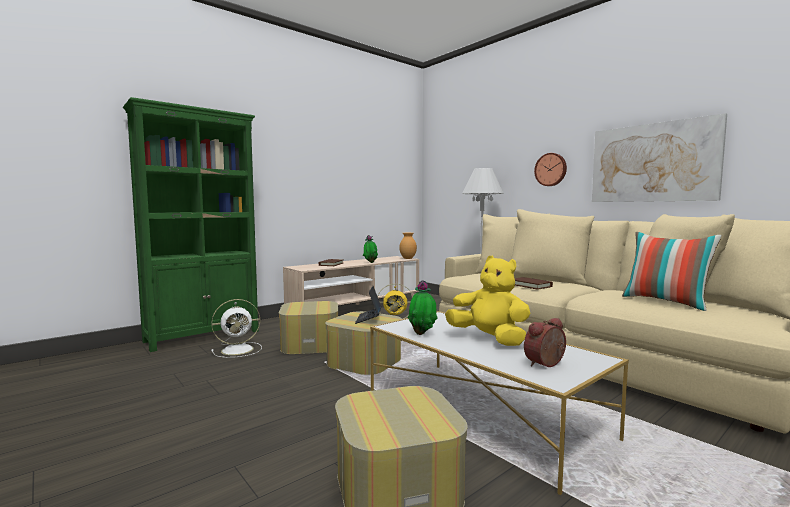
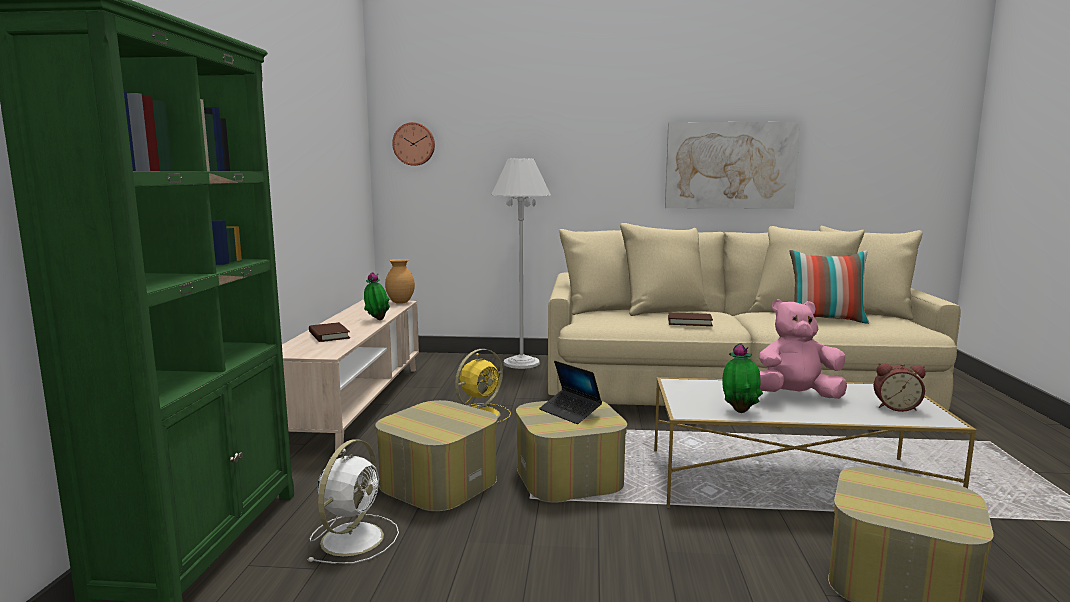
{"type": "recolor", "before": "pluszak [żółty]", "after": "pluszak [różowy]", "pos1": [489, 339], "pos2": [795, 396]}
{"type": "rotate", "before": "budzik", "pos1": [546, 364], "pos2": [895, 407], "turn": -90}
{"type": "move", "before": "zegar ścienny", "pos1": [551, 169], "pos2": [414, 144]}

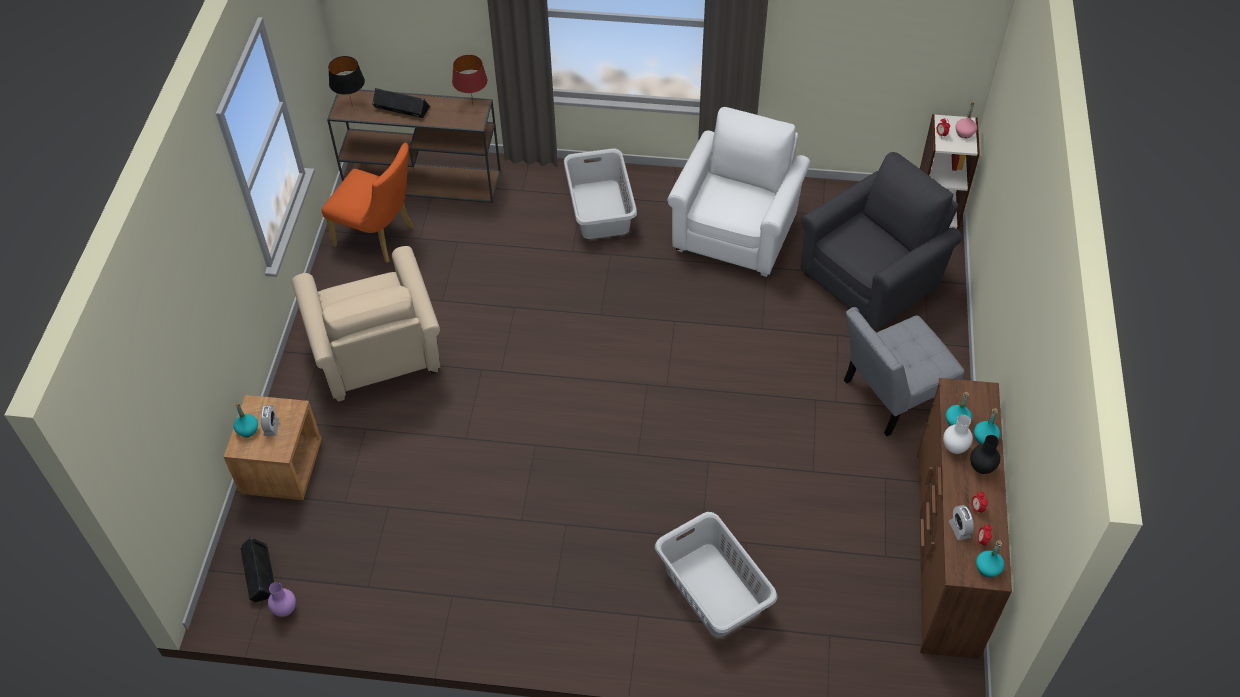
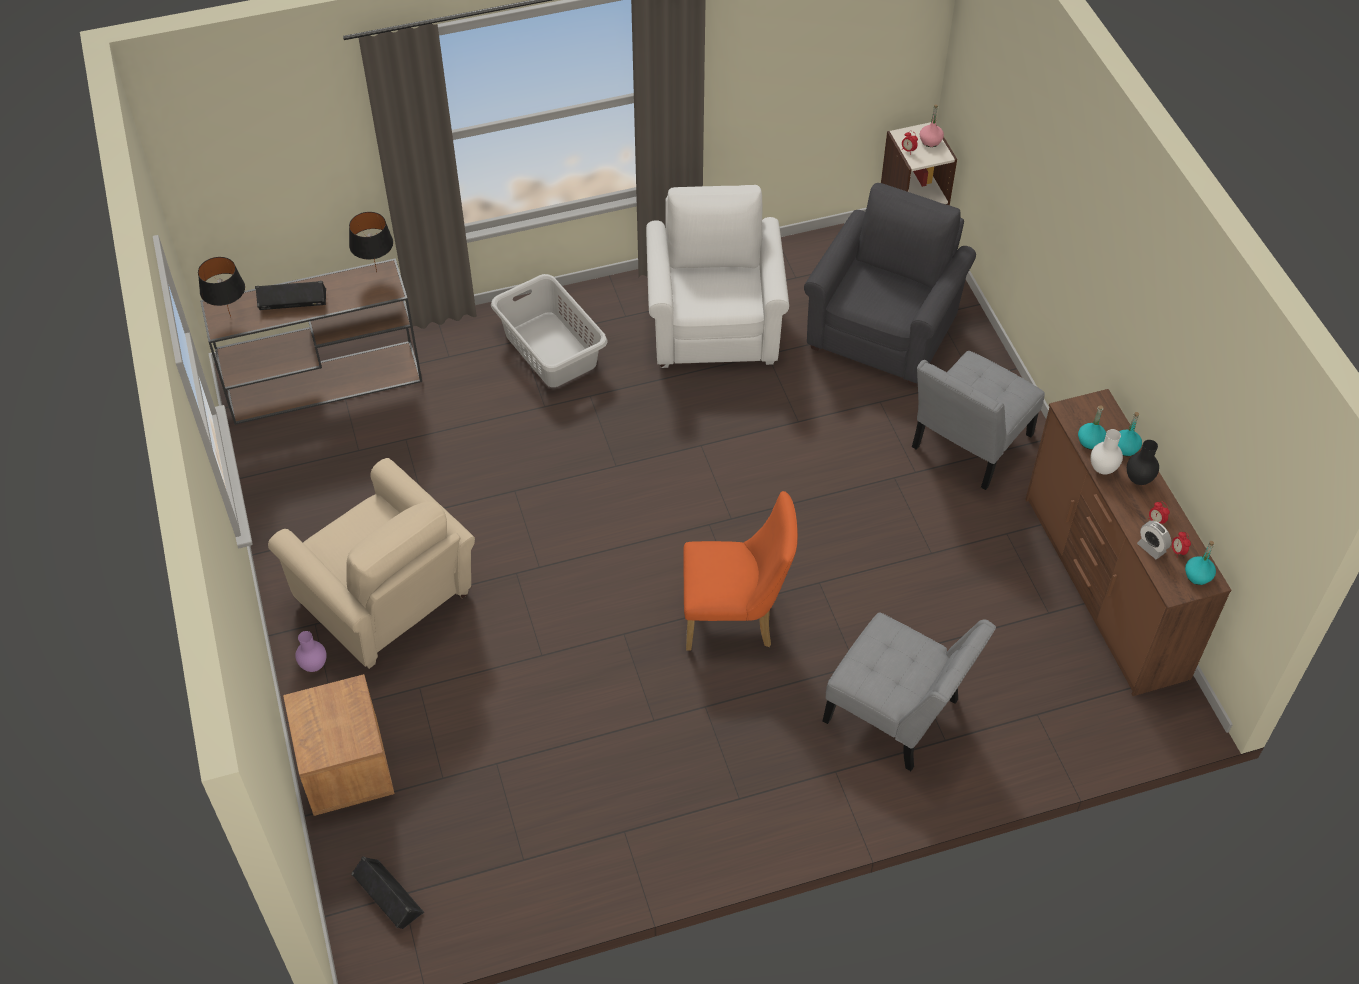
{"type": "delete", "before": "butelka [turkusowy]", "pos1": [248, 430]}
{"type": "delete", "before": "budzik", "pos1": [271, 427]}
{"type": "move", "before": "wazon [fioletowy]", "pos1": [284, 610], "pos2": [313, 666]}
{"type": "move", "before": "krzesło [pomarańczowy]", "pos1": [379, 238], "pos2": [736, 618]}
{"type": "recolor", "before": "lampa stołowa [czerwony]", "after": "lampa stołowa [czarny]", "pos1": [473, 105], "pos2": [376, 271]}
{"type": "replace", "before": "kosz na pranie [szary]", "after": "krzesło [szary]", "pos1": [713, 591], "pos2": [897, 715]}

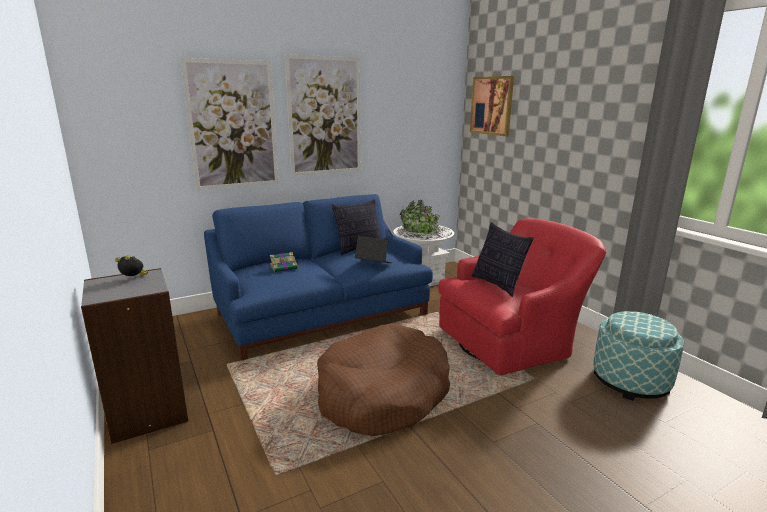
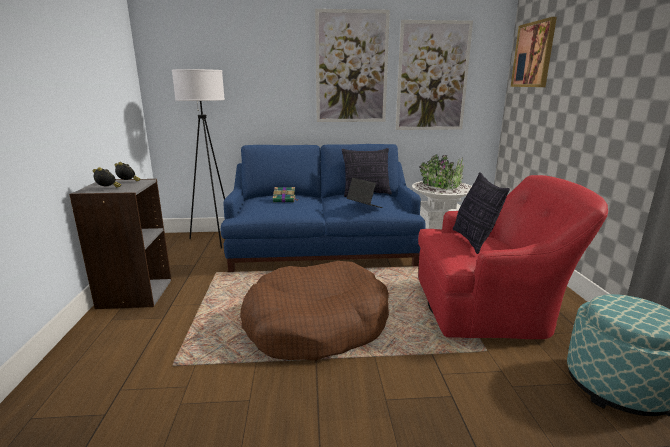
{"type": "move", "before": "obraz", "pos1": [233, 125], "pos2": [432, 77]}
{"type": "insert", "after": "budzik", "pos2": [108, 189]}
{"type": "insert", "after": "lampa stojąca [biały]", "pos2": [214, 239]}

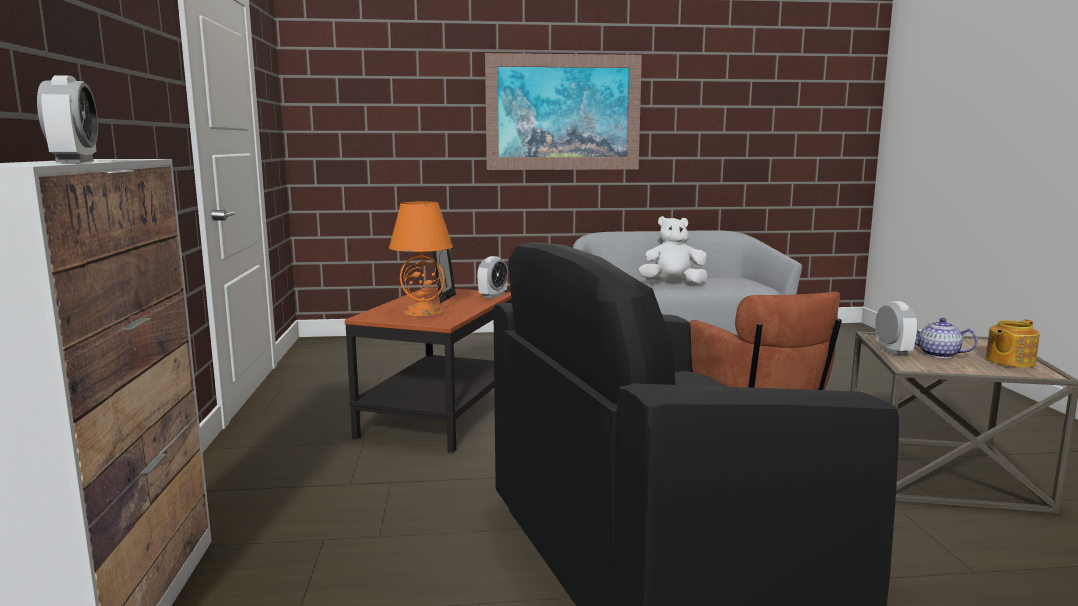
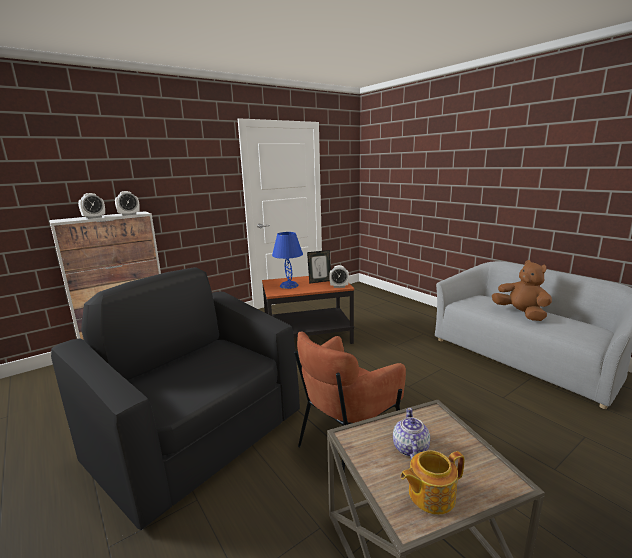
{"type": "recolor", "before": "lampa stołowa [pomarańczowy]", "after": "lampa stołowa [niebieski]", "pos1": [423, 311], "pos2": [289, 285]}
{"type": "delete", "before": "obraz", "pos1": [563, 112]}
{"type": "recolor", "before": "pluszak [biały]", "after": "pluszak [brązowy]", "pos1": [673, 284], "pos2": [521, 314]}
{"type": "move", "before": "budzik", "pos1": [893, 351], "pos2": [129, 214]}
{"type": "rotate", "before": "imbryk", "pos1": [1008, 361], "pos2": [430, 494], "turn": -45}

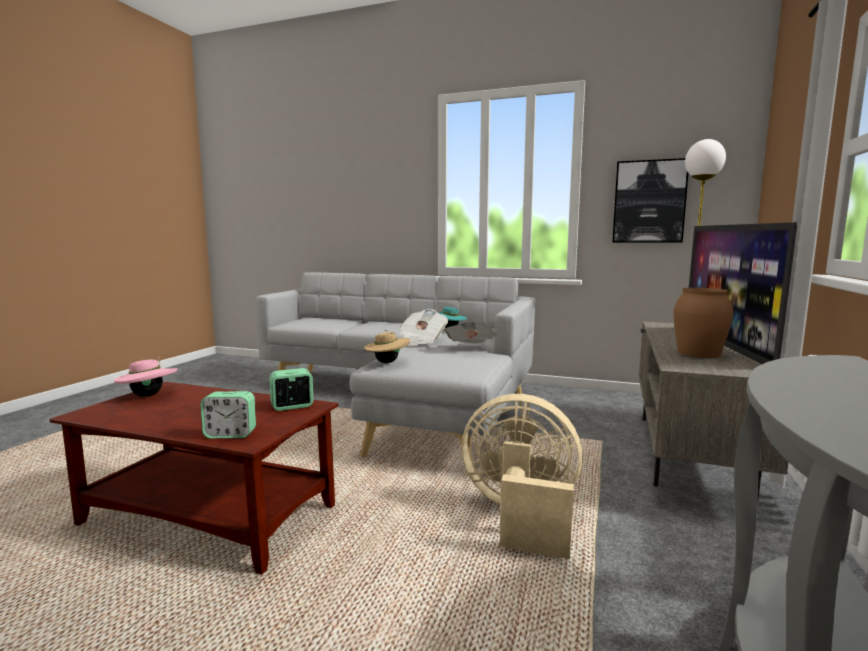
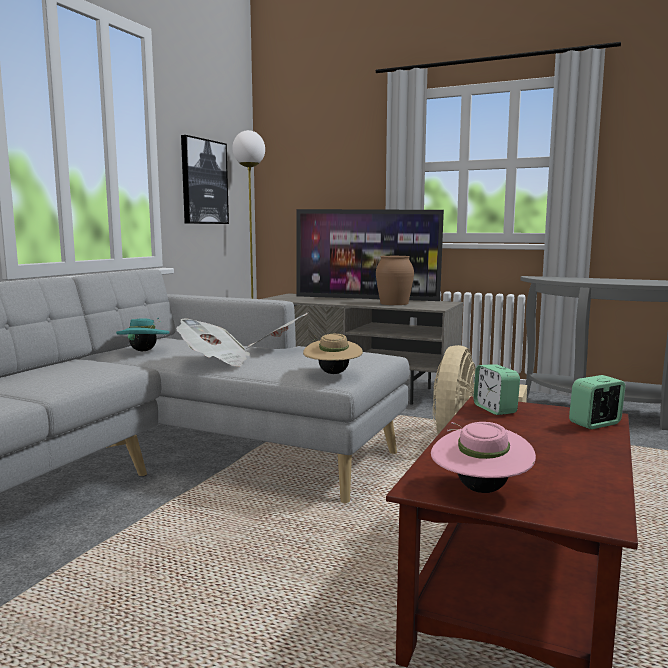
{"type": "rotate", "before": "budzik", "pos1": [230, 434], "pos2": [595, 424], "turn": -120}

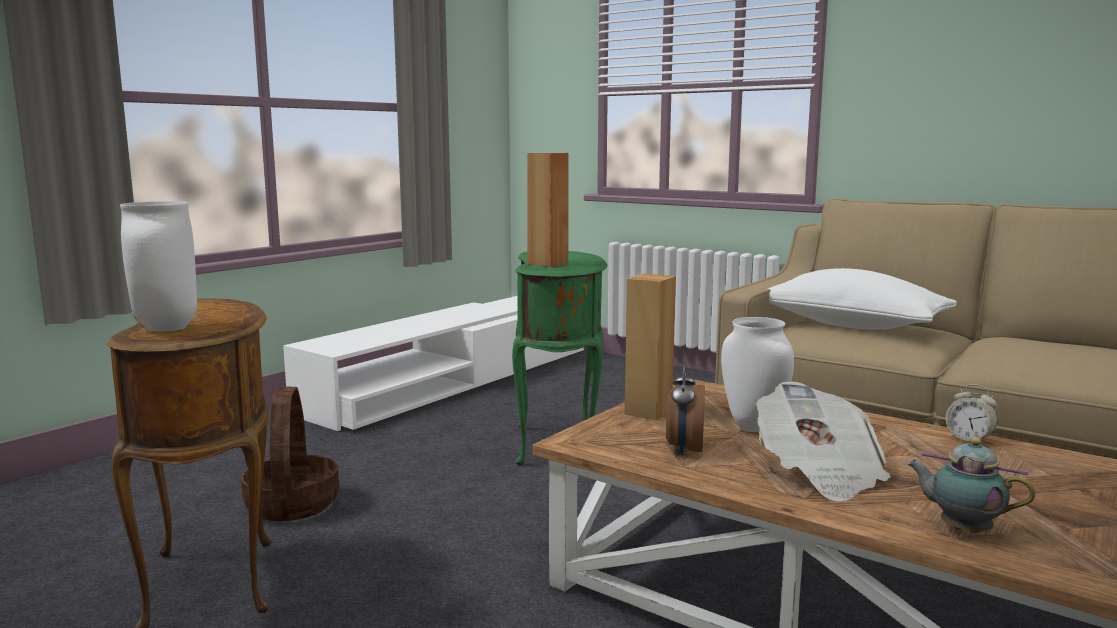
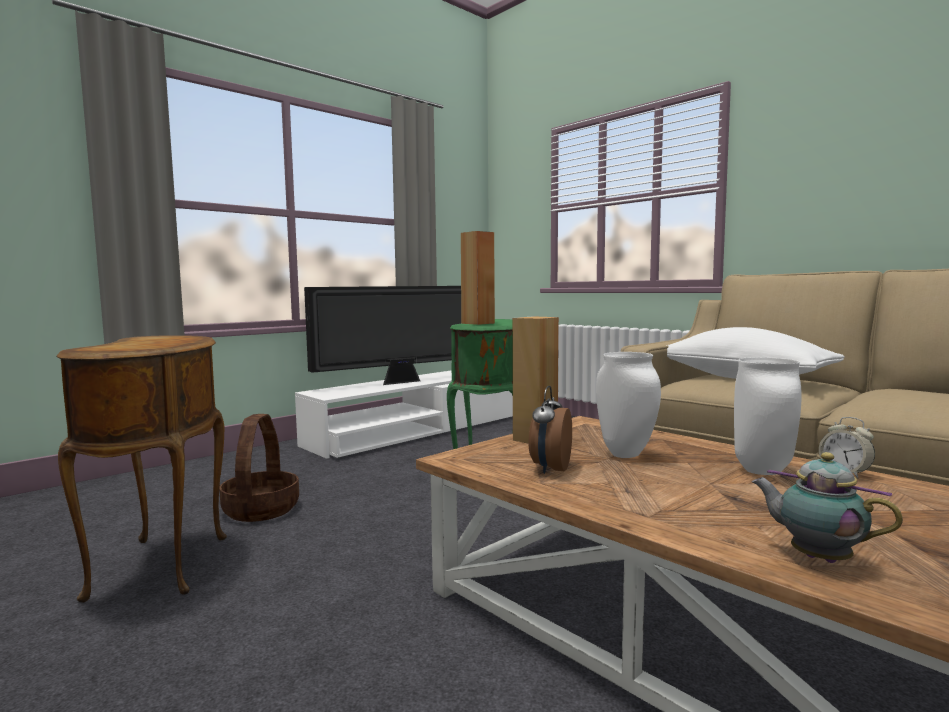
{"type": "move", "before": "wazon [biały]", "pos1": [165, 328], "pos2": [760, 471]}
{"type": "delete", "before": "gazeta", "pos1": [819, 473]}
{"type": "insert", "after": "telewizor", "pos2": [402, 382]}

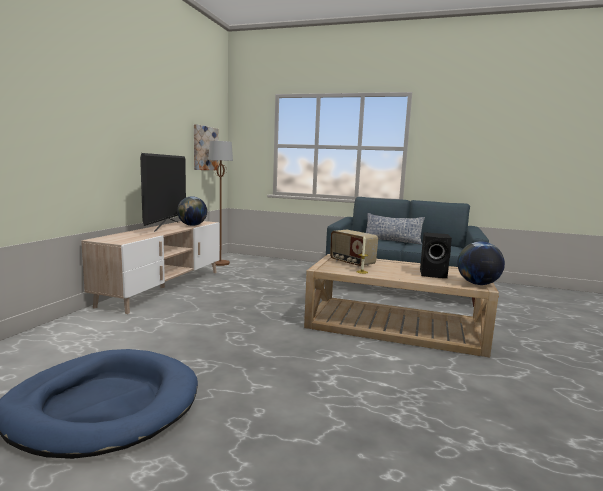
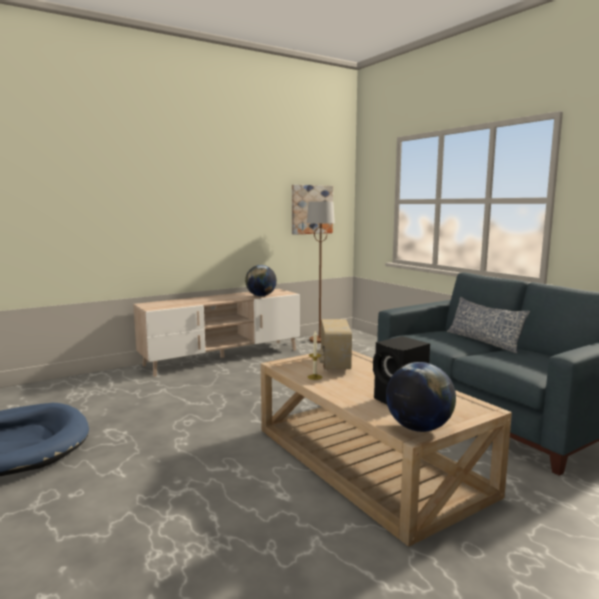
{"type": "delete", "before": "telewizor", "pos1": [166, 226]}

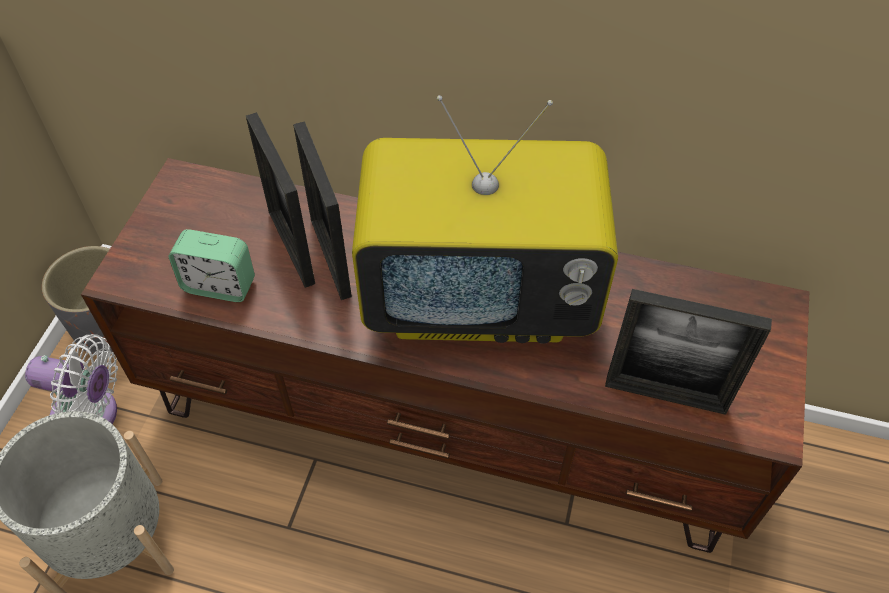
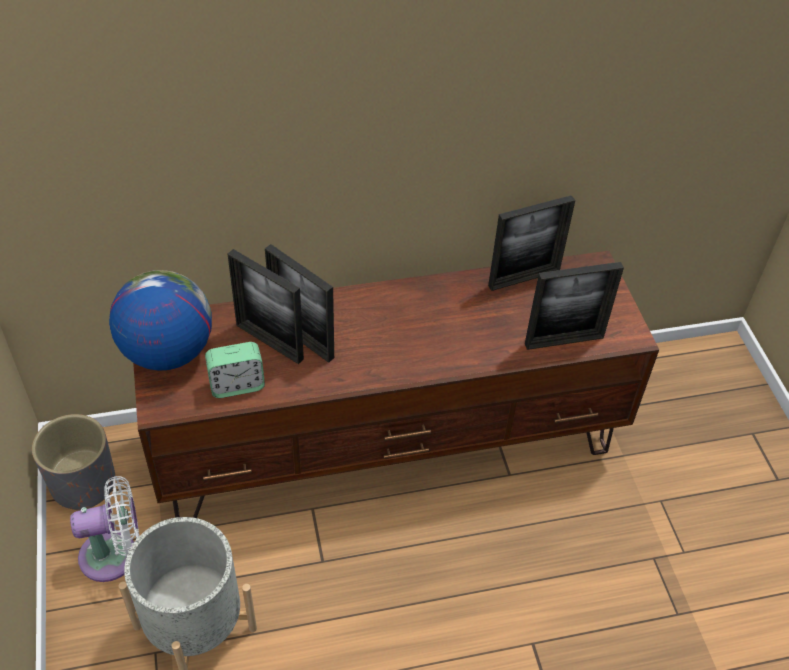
{"type": "delete", "before": "telewizor", "pos1": [481, 297]}
{"type": "insert", "after": "globus", "pos2": [167, 352]}
{"type": "insert", "after": "ramka na zdjęcie", "pos2": [524, 278]}

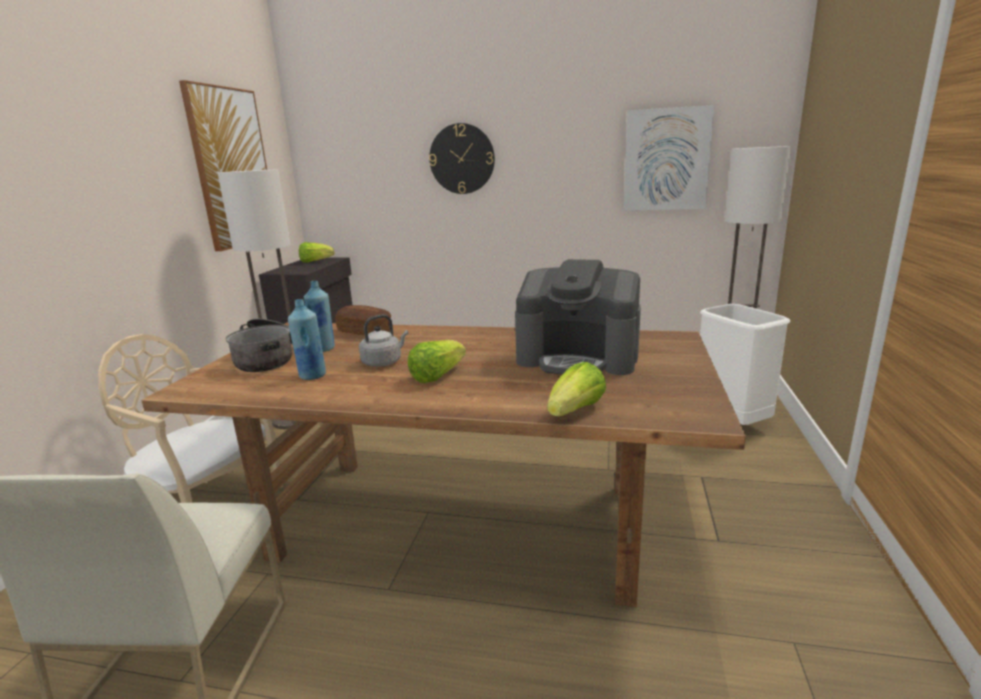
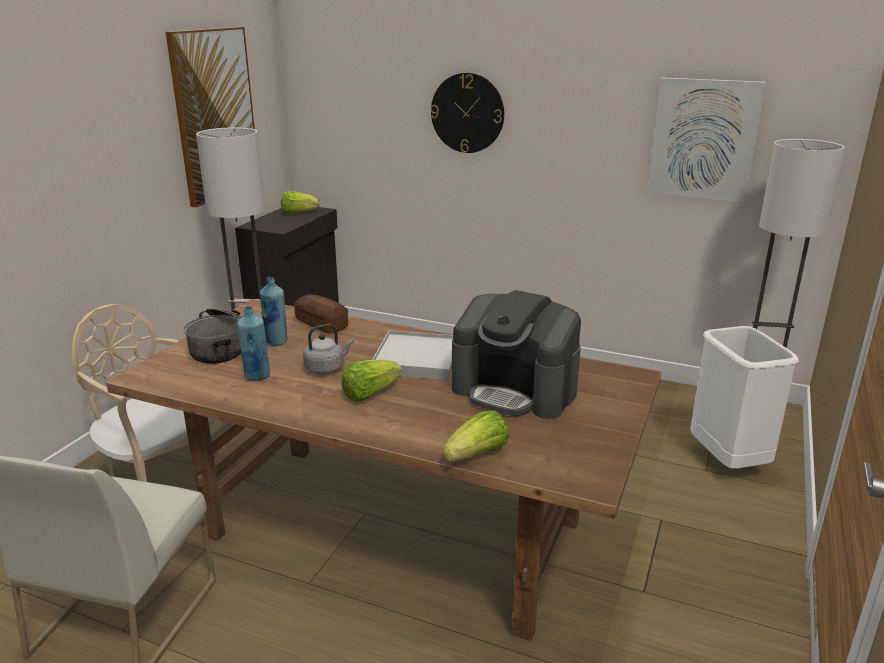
{"type": "insert", "after": "taca [biały]", "pos2": [417, 359]}

